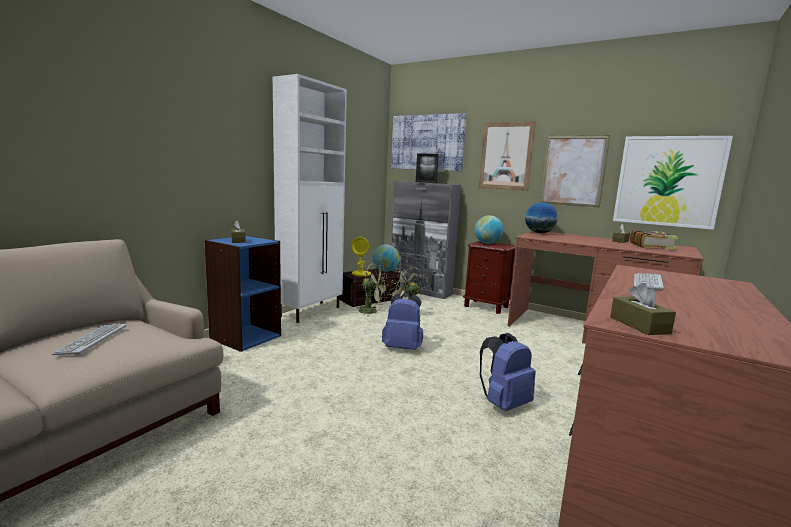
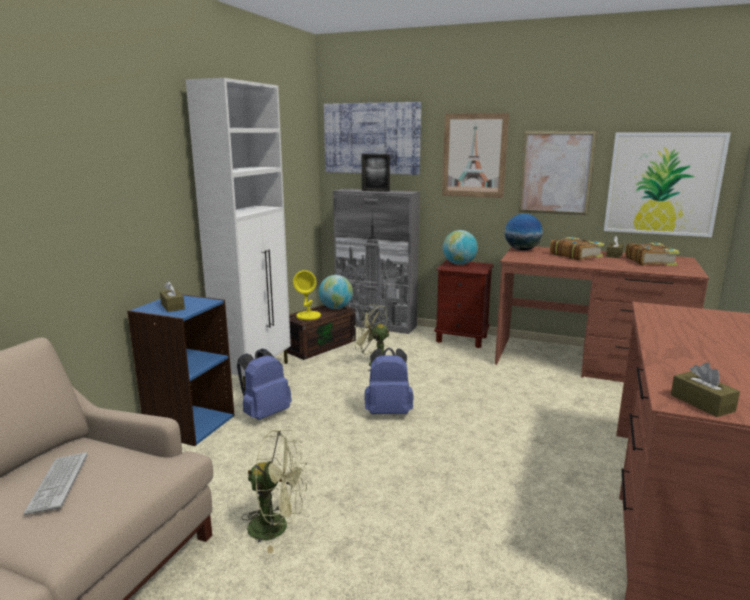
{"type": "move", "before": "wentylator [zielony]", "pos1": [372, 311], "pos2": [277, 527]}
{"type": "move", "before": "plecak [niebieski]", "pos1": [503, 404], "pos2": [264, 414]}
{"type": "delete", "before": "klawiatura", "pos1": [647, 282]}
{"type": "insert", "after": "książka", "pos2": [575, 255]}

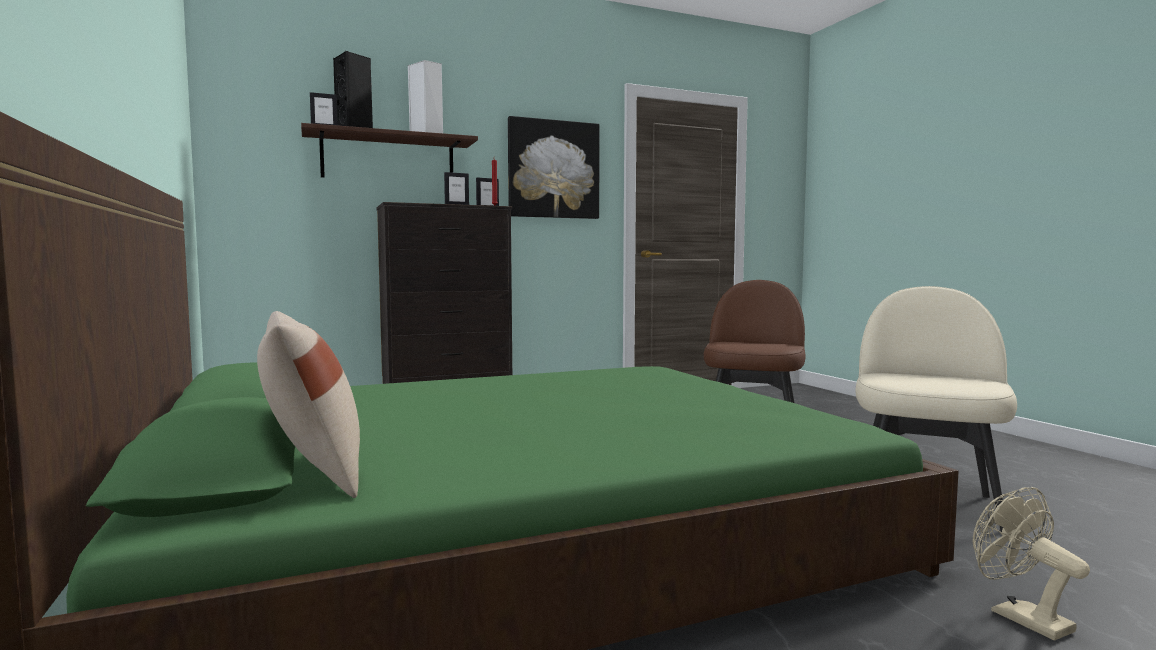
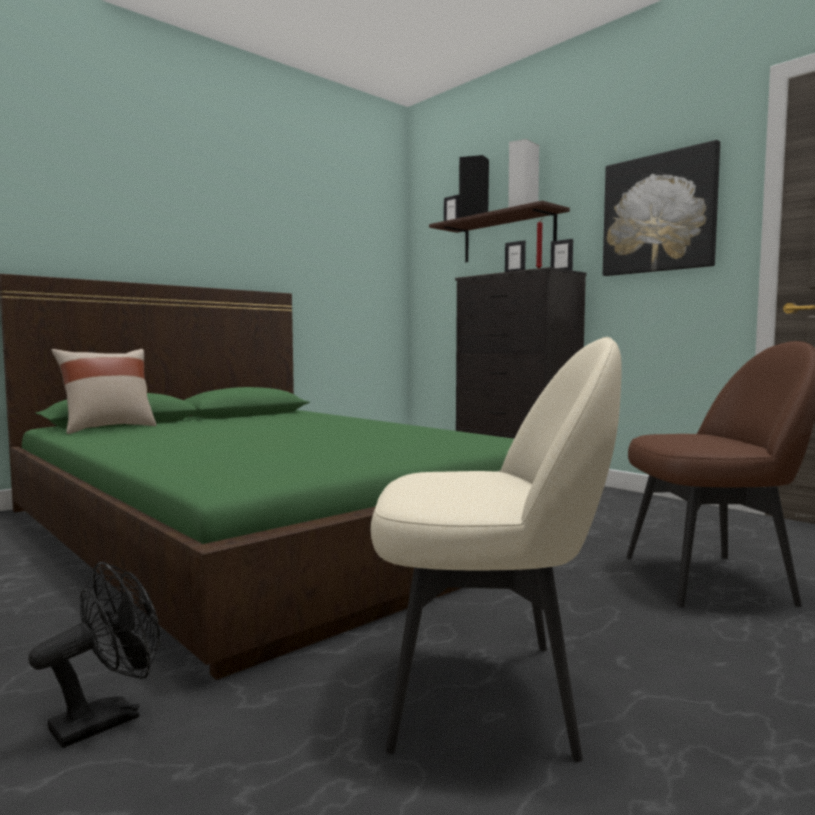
{"type": "recolor", "before": "wentylator [beżowy]", "after": "wentylator [czarny]", "pos1": [1020, 617], "pos2": [108, 718]}

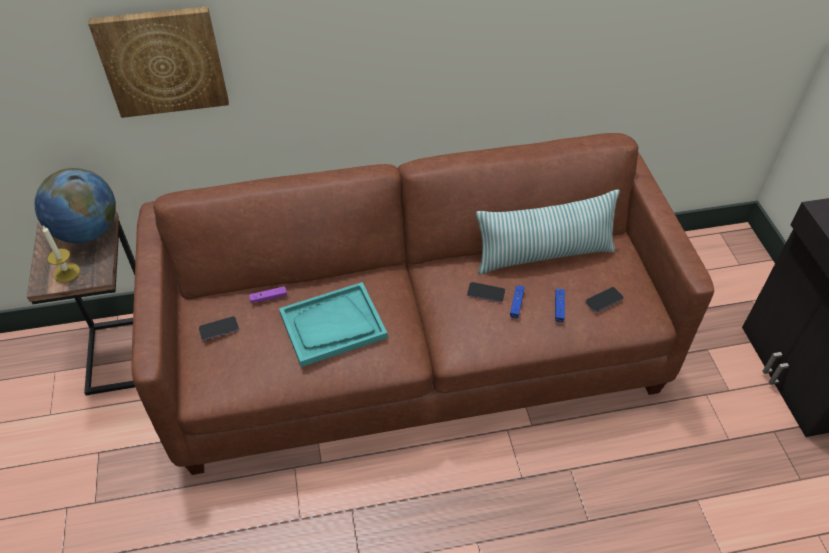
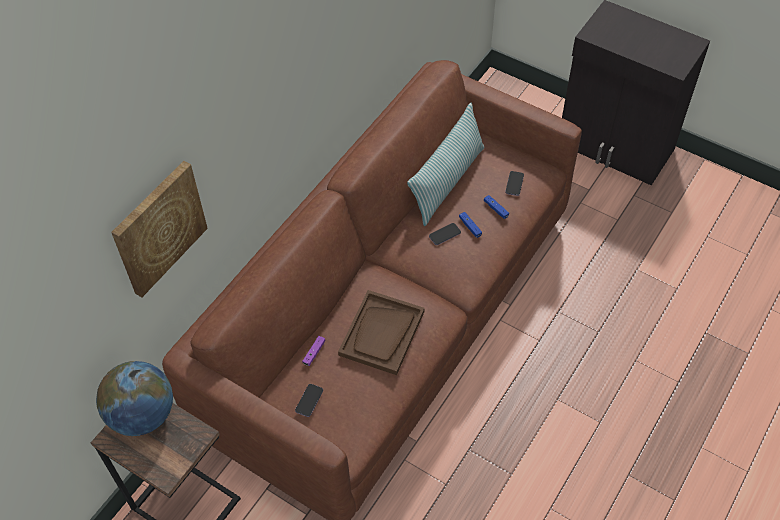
{"type": "delete", "before": "świeca", "pos1": [66, 272]}
{"type": "recolor", "before": "taca [turkusowy]", "after": "taca [brązowy]", "pos1": [332, 326], "pos2": [382, 333]}

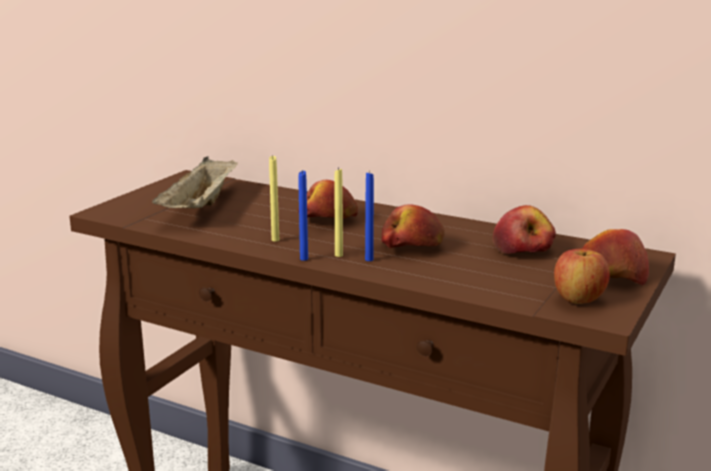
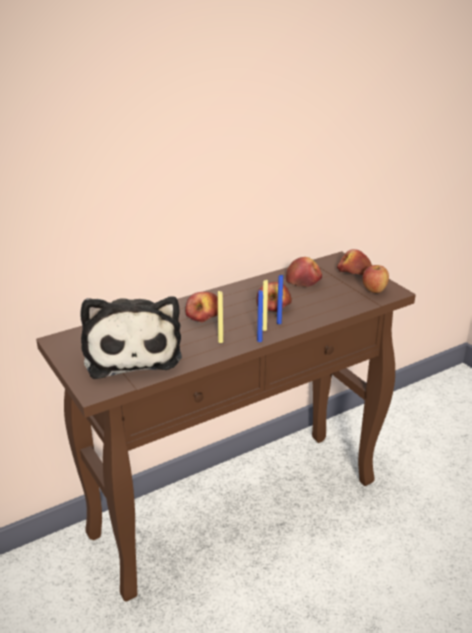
{"type": "replace", "before": "taca [beżowy]", "after": "pluszak", "pos1": [201, 208], "pos2": [132, 352]}

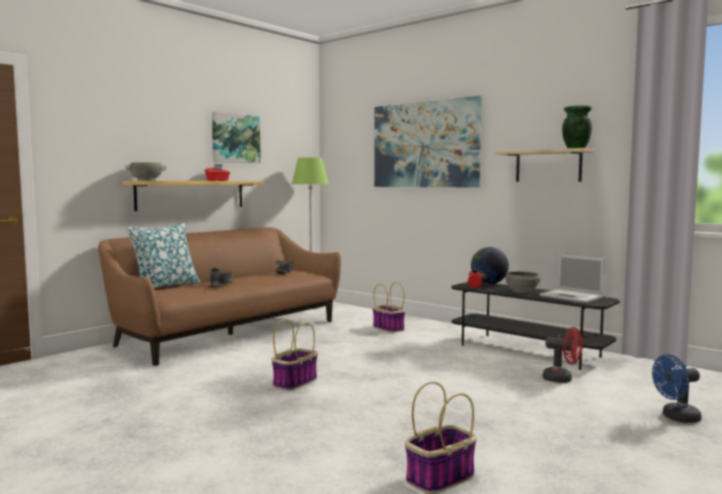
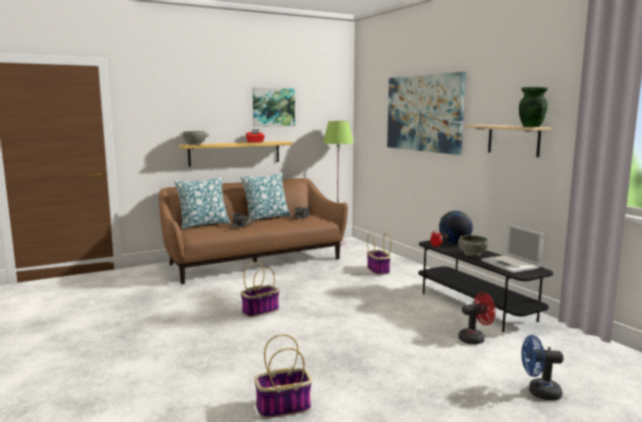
{"type": "rotate", "before": "wentylator [czerwony]", "pos1": [562, 379], "pos2": [475, 339], "turn": -60}
{"type": "insert", "after": "poduszka", "pos2": [266, 217]}

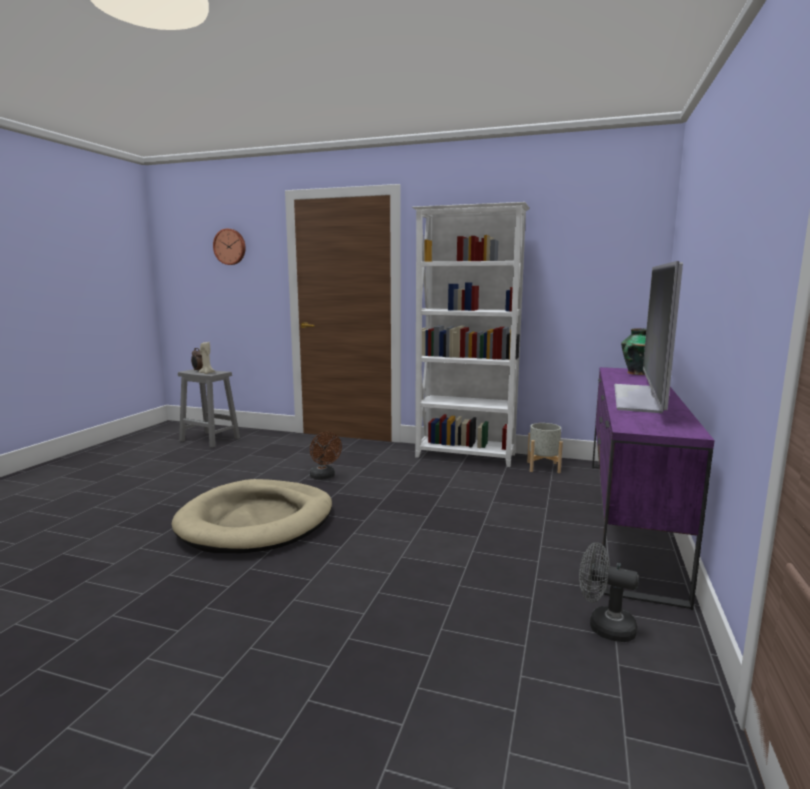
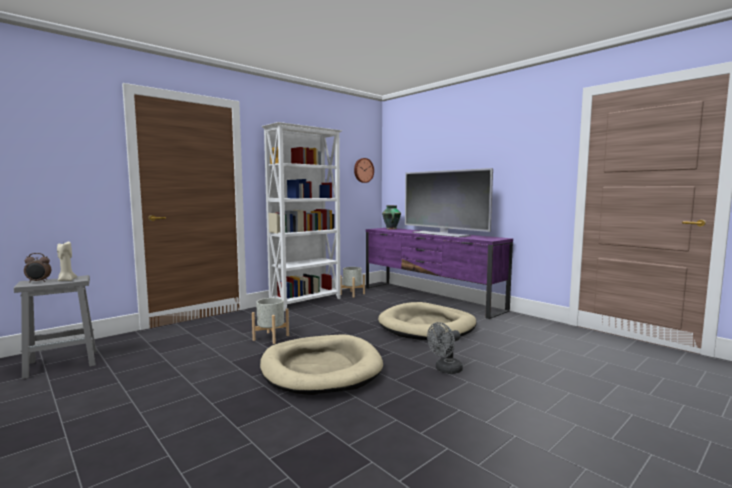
{"type": "move", "before": "zegar ścienny", "pos1": [230, 247], "pos2": [363, 170]}
{"type": "replace", "before": "wentylator [brązowy]", "after": "donica [szary]", "pos1": [324, 477], "pos2": [271, 338]}
{"type": "move", "before": "wentylator [szary]", "pos1": [604, 626], "pos2": [445, 370]}
{"type": "insert", "after": "legowisko [beżowy]", "pos2": [427, 326]}

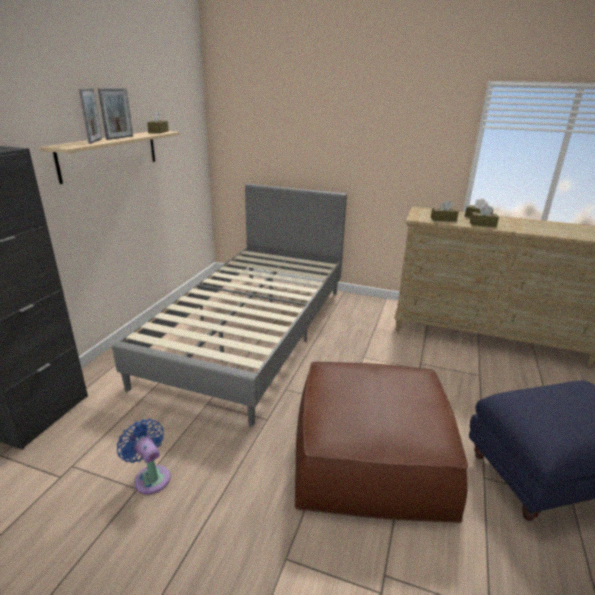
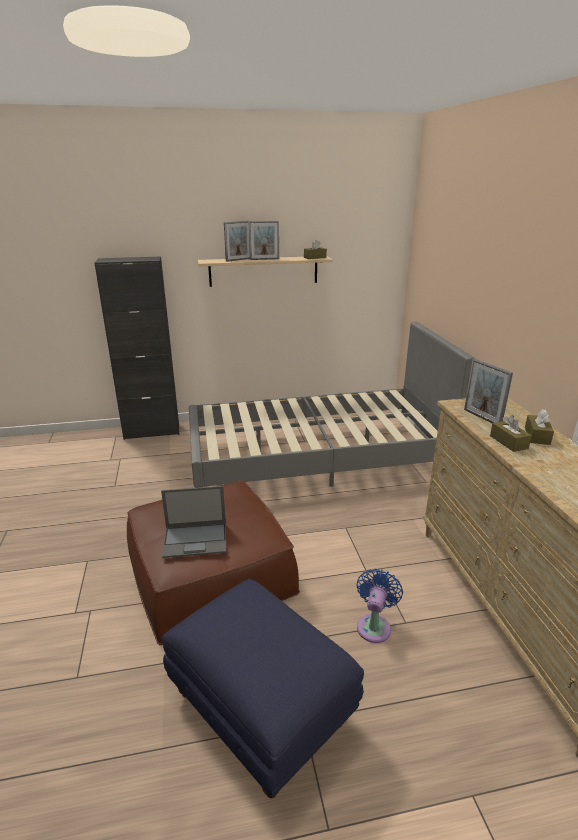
{"type": "move", "before": "wentylator [niebieski]", "pos1": [150, 477], "pos2": [374, 625]}
{"type": "replace", "before": "pudełko chusteczek [brązowy]", "after": "ramka na zdjęcie", "pos1": [443, 219], "pos2": [482, 417]}
{"type": "insert", "after": "laptop", "pos2": [196, 539]}

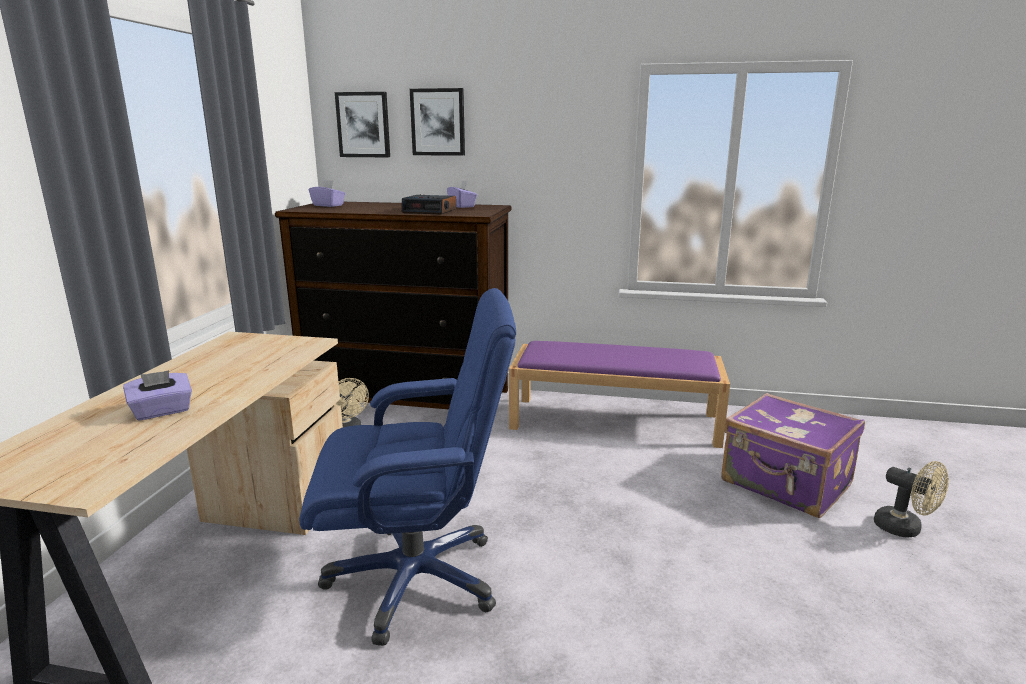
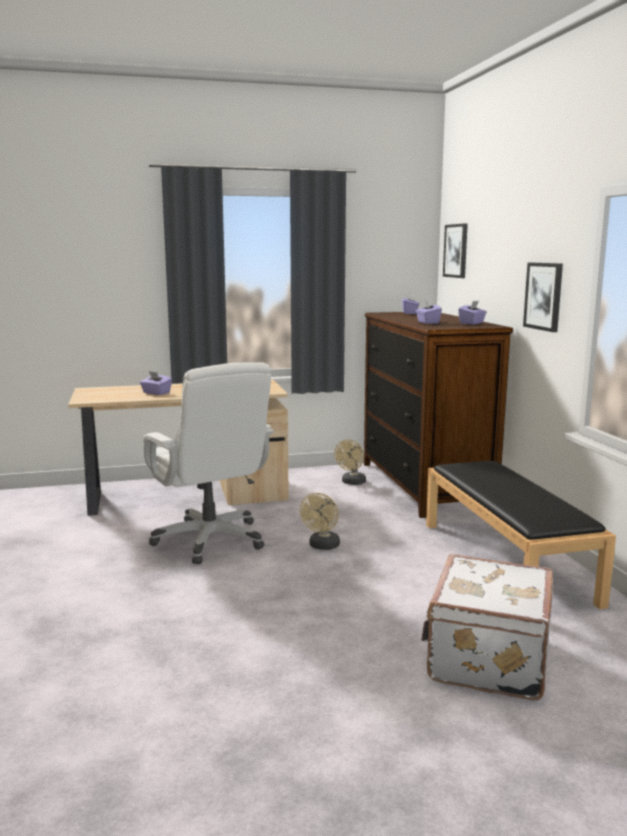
{"type": "recolor", "before": "krzesło biurowe [niebieski]", "after": "krzesło biurowe [biały]", "pos1": [416, 578], "pos2": [210, 540]}
{"type": "replace", "before": "budzik", "after": "pudełko chusteczek [fioletowy]", "pos1": [430, 211], "pos2": [427, 322]}
{"type": "move", "before": "obraz", "pos1": [438, 122], "pos2": [544, 296]}
{"type": "recolor", "before": "ławka [fioletowy]", "after": "ławka [czarny]", "pos1": [615, 421], "pos2": [506, 561]}
{"type": "recolor", "before": "walizka [fioletowy]", "after": "walizka [biały]", "pos1": [785, 484], "pos2": [486, 659]}
{"type": "move", "before": "wentylator [beżowy]", "pos1": [905, 529], "pos2": [322, 546]}

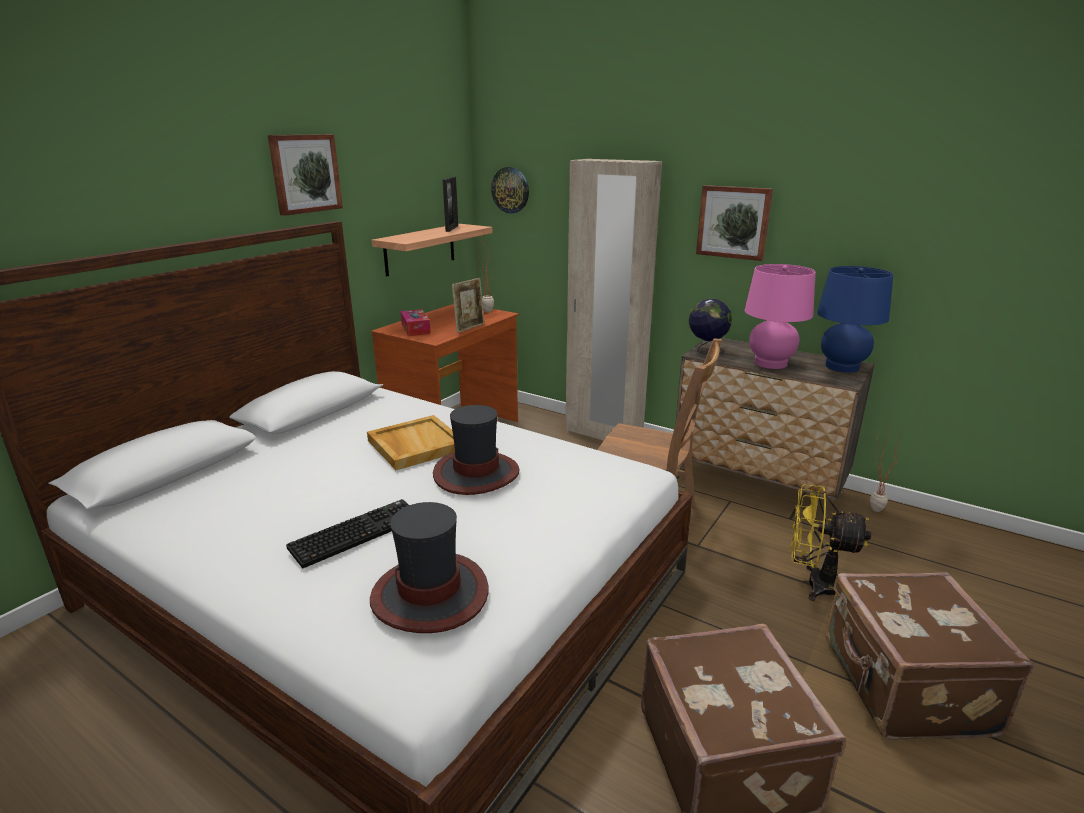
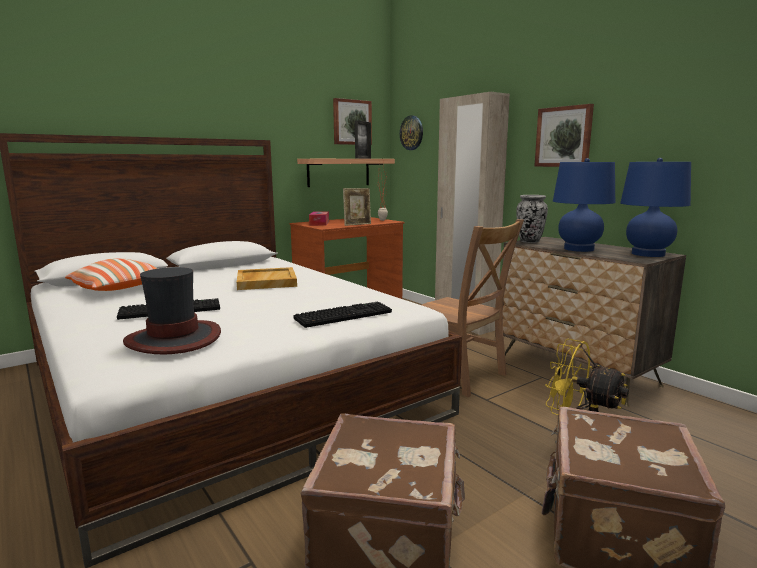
{"type": "move", "before": "obraz", "pos1": [305, 173], "pos2": [351, 122]}
{"type": "delete", "before": "kapelusz", "pos1": [476, 473]}
{"type": "replace", "before": "globus", "after": "wazon", "pos1": [706, 350], "pos2": [529, 241]}
{"type": "recolor", "before": "lampa stołowa [różowy]", "after": "lampa stołowa [niebieski]", "pos1": [770, 363], "pos2": [579, 249]}
{"type": "delete", "before": "roślina doniczkowa", "pos1": [870, 509]}
{"type": "insert", "after": "poduszka", "pos2": [120, 289]}
{"type": "insert", "after": "klawiatura", "pos2": [344, 315]}

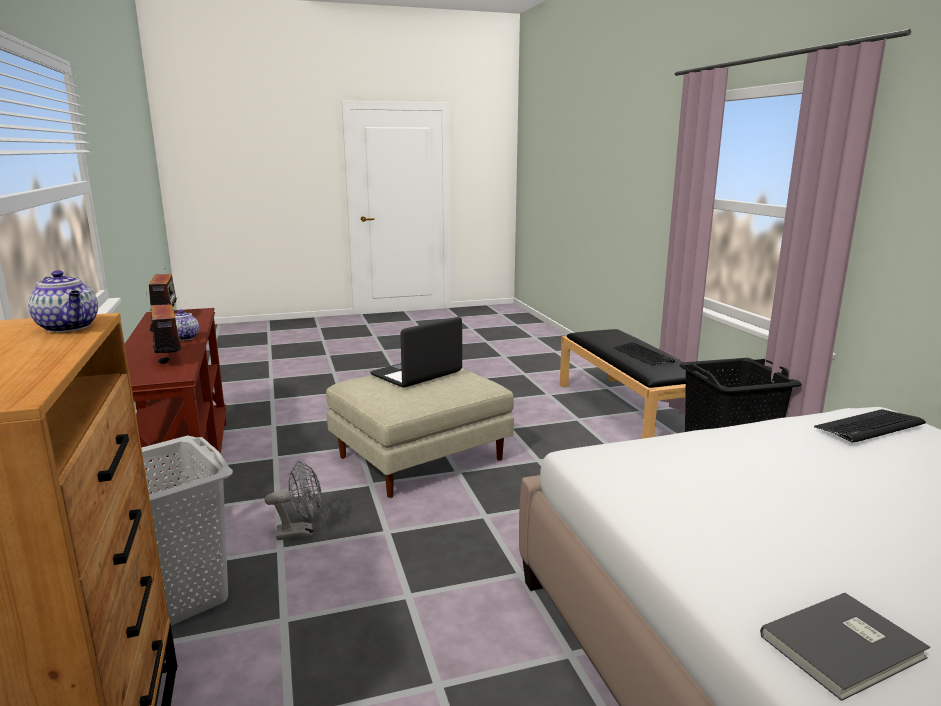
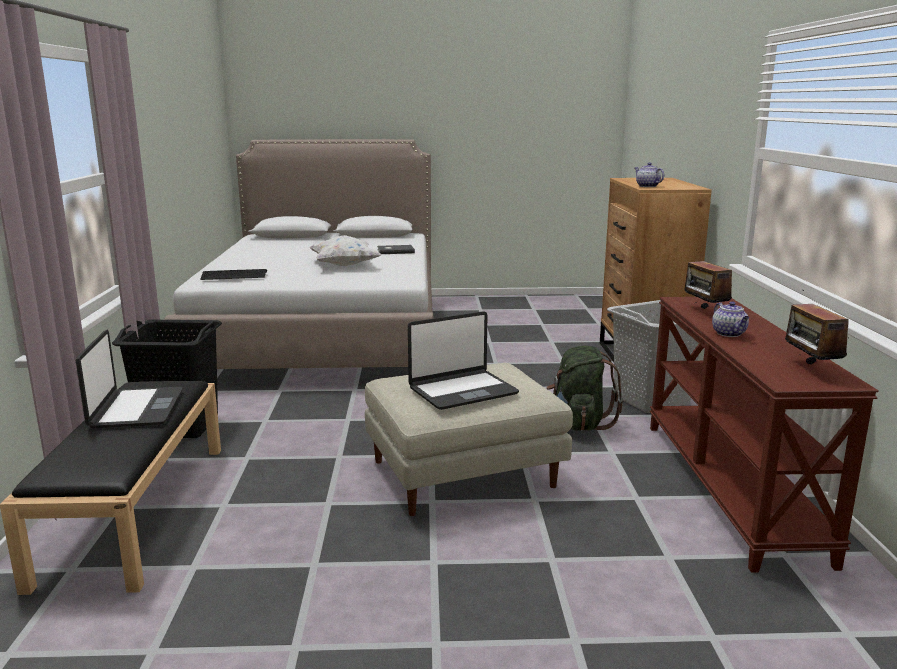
{"type": "replace", "before": "wentylator [szary]", "after": "plecak [zielony]", "pos1": [301, 532], "pos2": [579, 424]}
{"type": "replace", "before": "klawiatura", "after": "laptop", "pos1": [643, 355], "pos2": [135, 409]}
{"type": "insert", "after": "poduszka [biały]", "pos2": [344, 265]}

